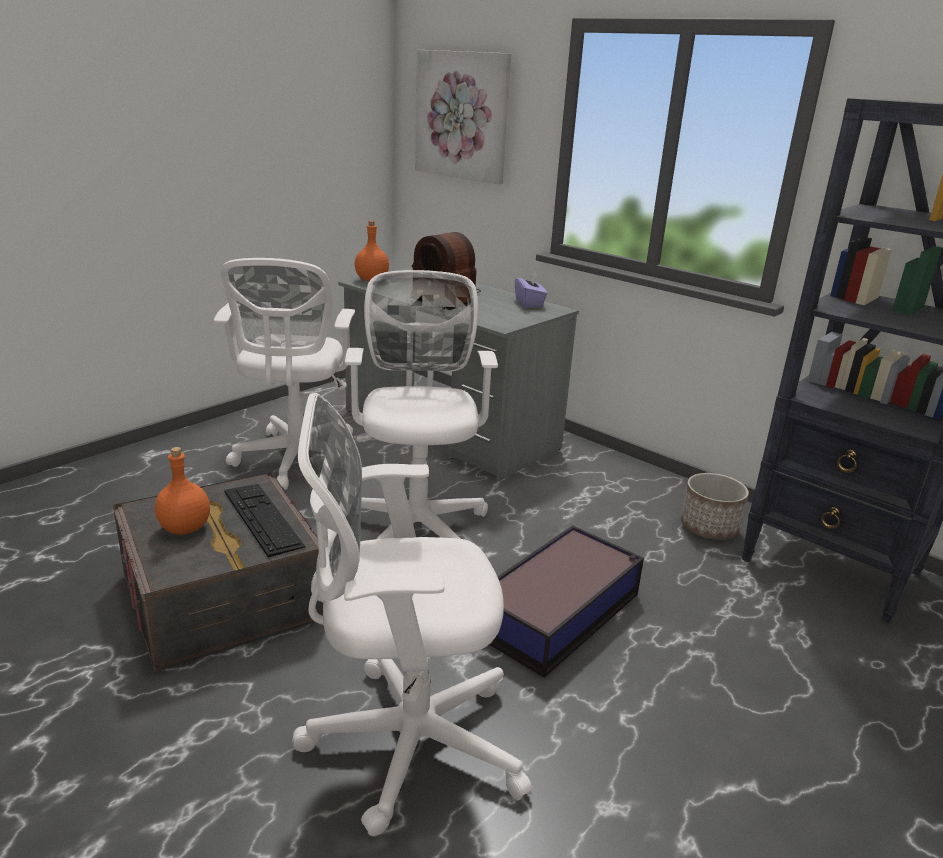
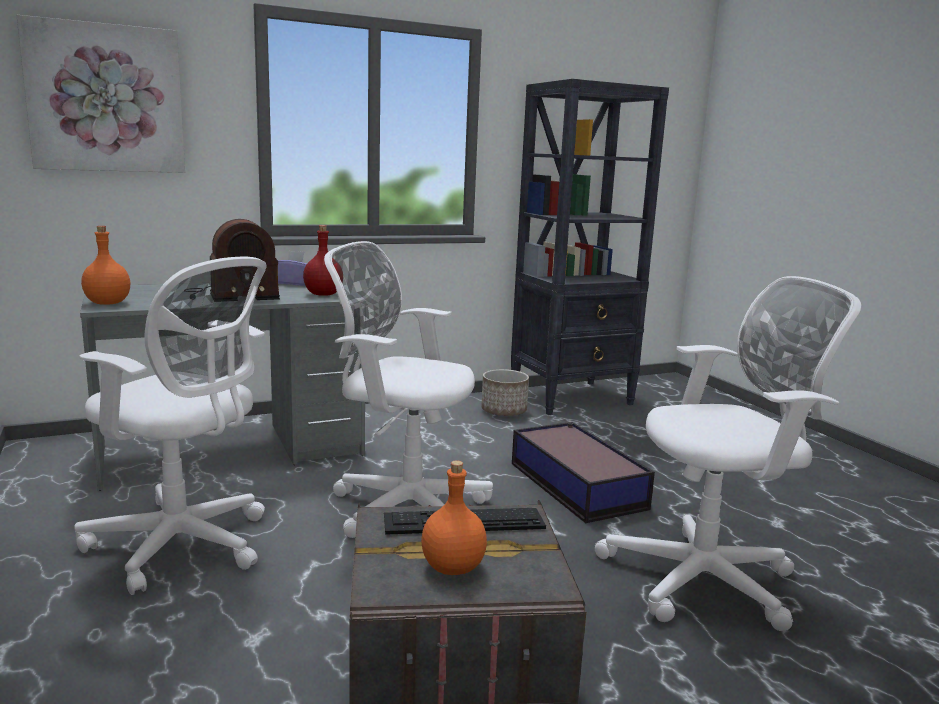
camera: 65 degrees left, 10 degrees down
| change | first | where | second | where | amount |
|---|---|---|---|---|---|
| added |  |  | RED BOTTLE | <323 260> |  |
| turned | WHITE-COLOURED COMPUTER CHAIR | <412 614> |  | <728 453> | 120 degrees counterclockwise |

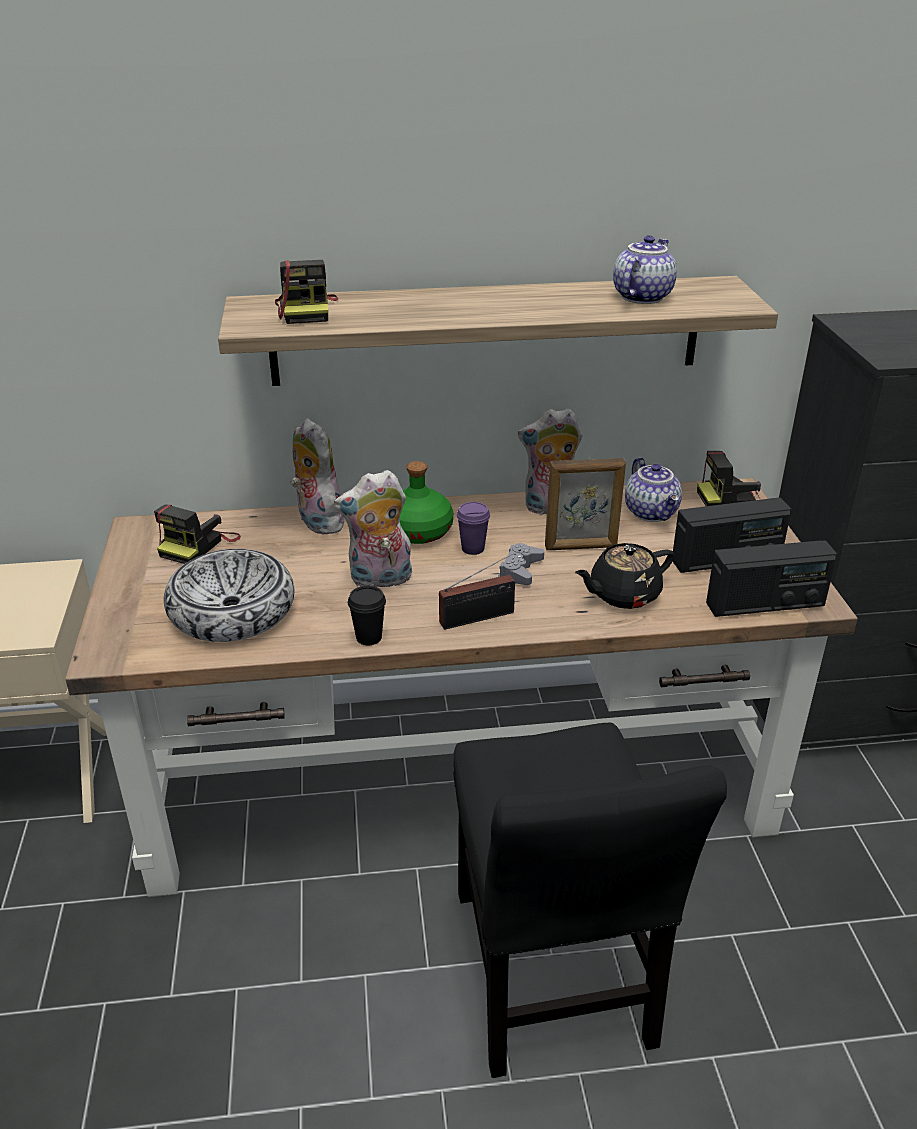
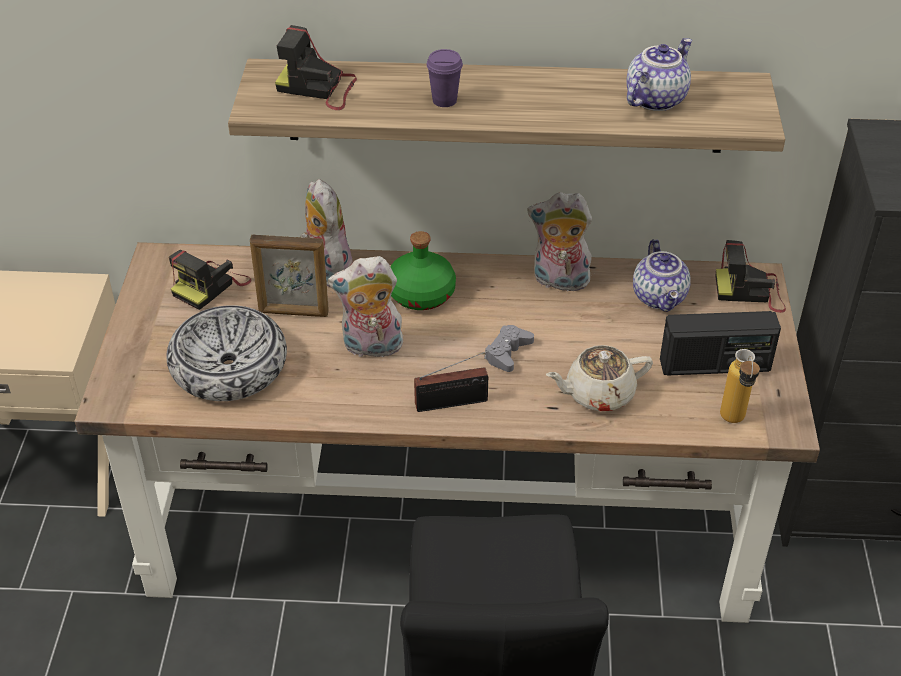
camera: 10 degrees right, 10 degrees up
| change | first | where | second | where | amount |
|---|---|---|---|---|---|
| removed | BLACK-COLOURED SMALL CUP | <367 615> |  |  |  |
| moved | PURPLISH SMALL CUP | <473 528> |  | <445 78> |  |
| moved | STANDING FRAME | <585 504> |  | <289 275> |  |
| replaced | RADIO | <771 578> | BOTTLE | <740 386> |  |
| recoloured | BLACK-COLOURED POT FOR TEA | <624 576> | SAND-COLOURED POT FOR TEA | <599 378> |  |
| turned | PHOTO CAMERA | <306 292> |  | <316 67> | 105 degrees clockwise |

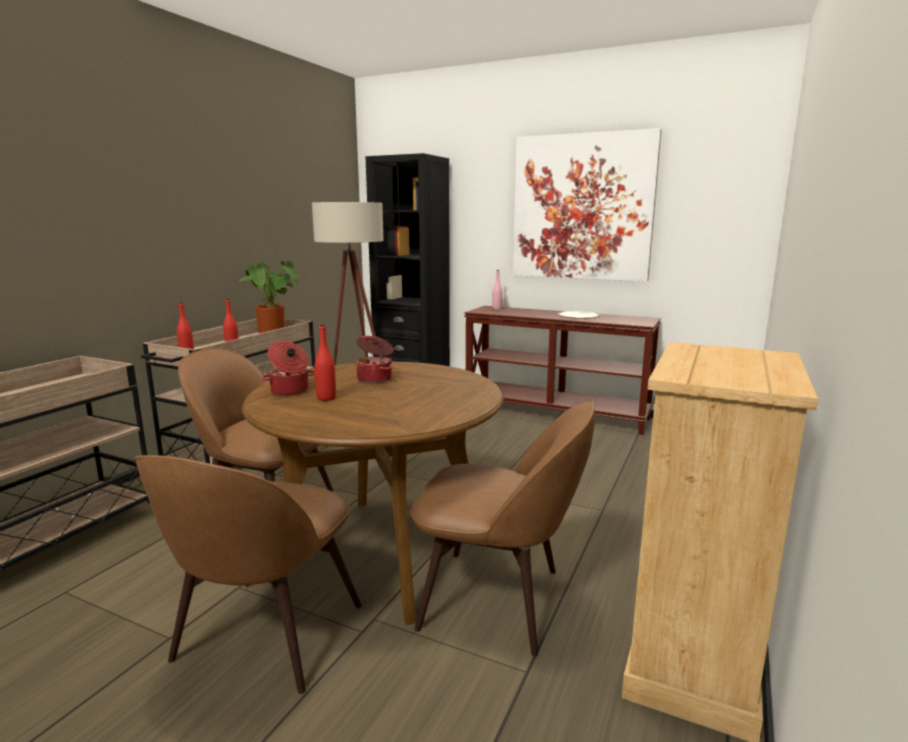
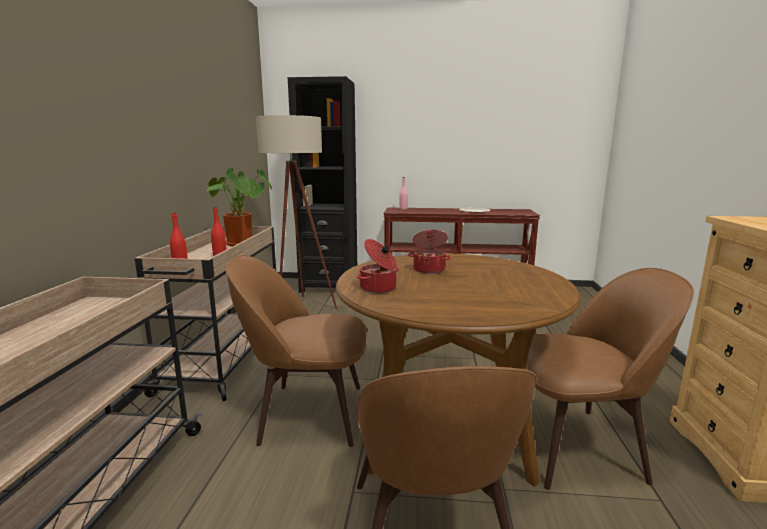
camera: 20 degrees left, 0 degrees up
| change | first | where | second | where | amount |
|---|---|---|---|---|---|
| removed | RED BOTTLE | <325 362> |  |  |  |
| removed | PICTURE | <587 205> |  |  |  |

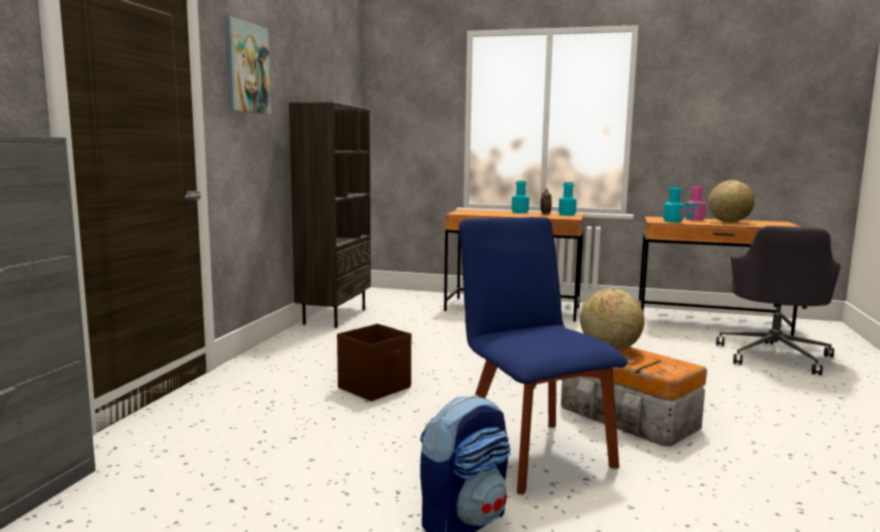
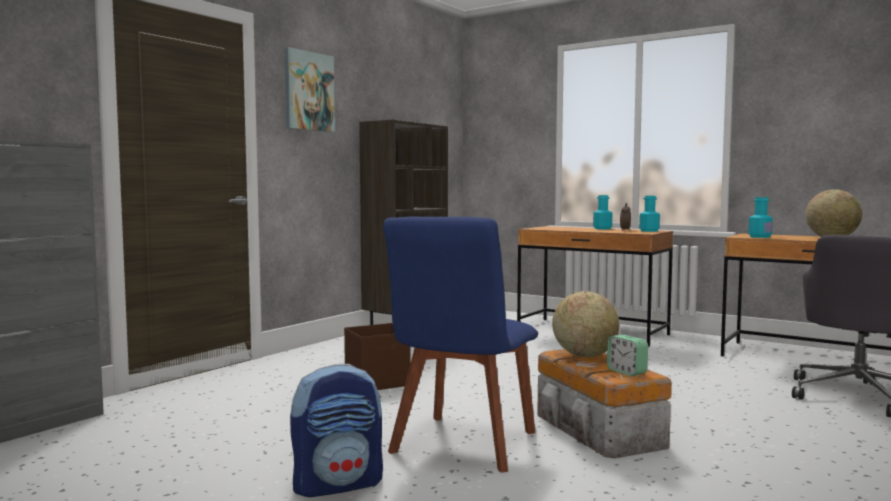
camera: 20 degrees right, 5 degrees down
| change | first | where | second | where | amount |
|---|---|---|---|---|---|
| removed | PINK-COLOURED BOTTLE | <695 203> |  |  |  |
| added |  |  | TABLE CLOCK | <627 355> |  |
| turned | BLUISH PLAIN CHAIR | <543 356> |  | <460 345> | 150 degrees counterclockwise |

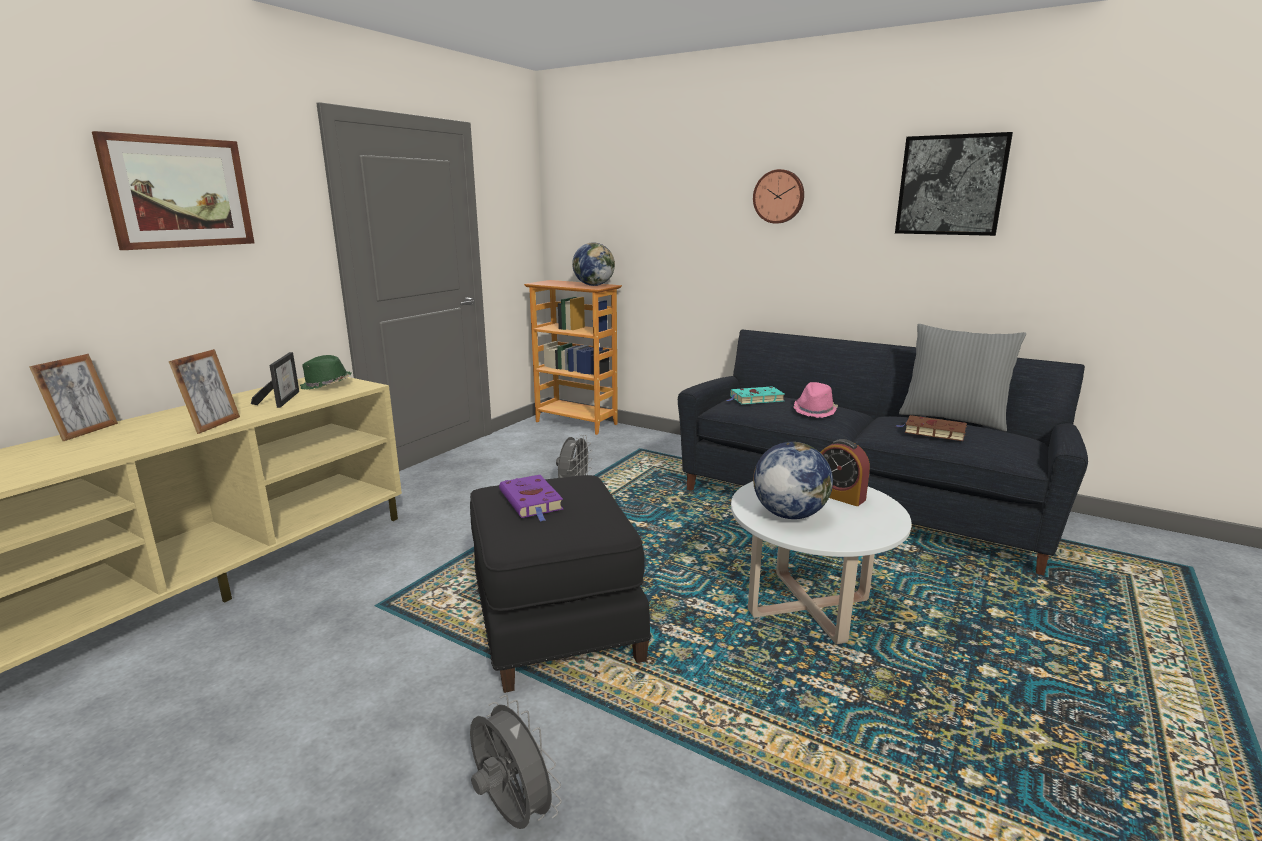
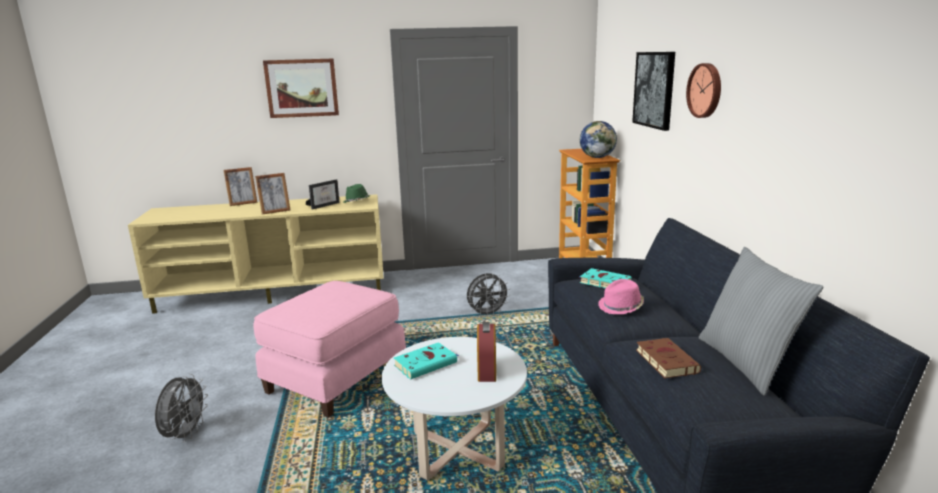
camera: 50 degrees right, 0 degrees up
| change | first | where | second | where | amount |
|---|---|---|---|---|---|
| removed | PURPLISH BOUND BOOK | <531 498> |  |  |  |
| moved | PICTURE | <954 184> |  | <653 91> |  |
| replaced | DESK GLOBE | <793 480> | TURQUOISE BOUND BOOK | <426 360> |  |
| recoloured | BLACK-COLOURED POUFFE | <560 584> | PINK-COLOURED POUFFE | <329 349> |  |

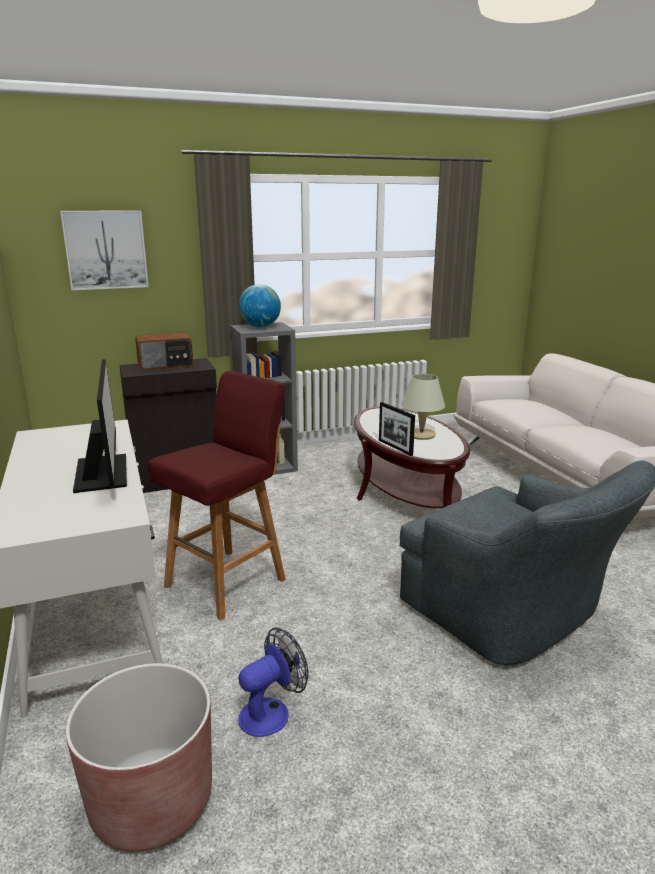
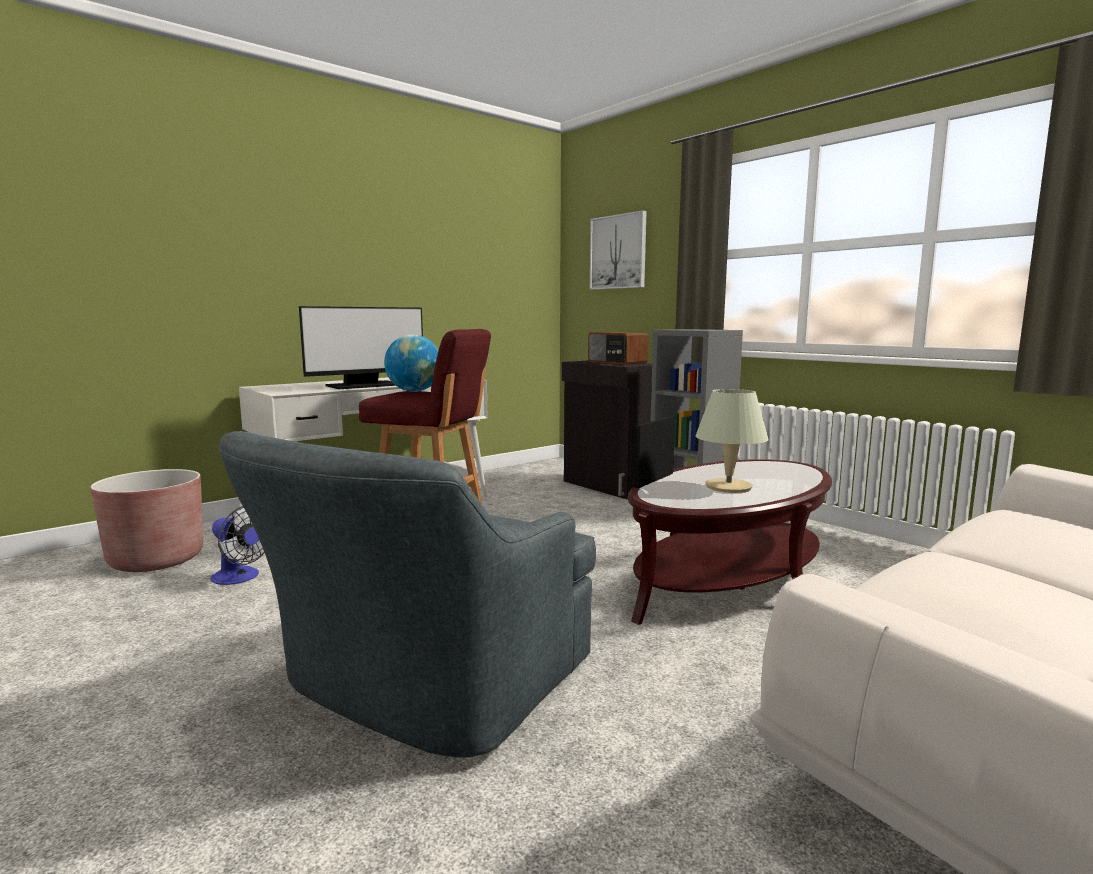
camera: 70 degrees right, 10 degrees down
| change | first | where | second | where | amount |
|---|---|---|---|---|---|
| moved | DESK GLOBE | <260 306> |  | <411 363> |  |

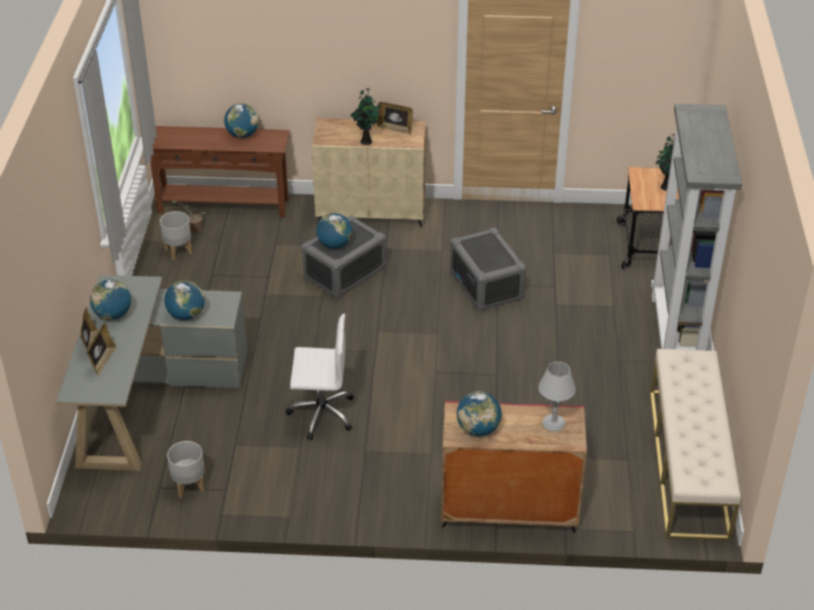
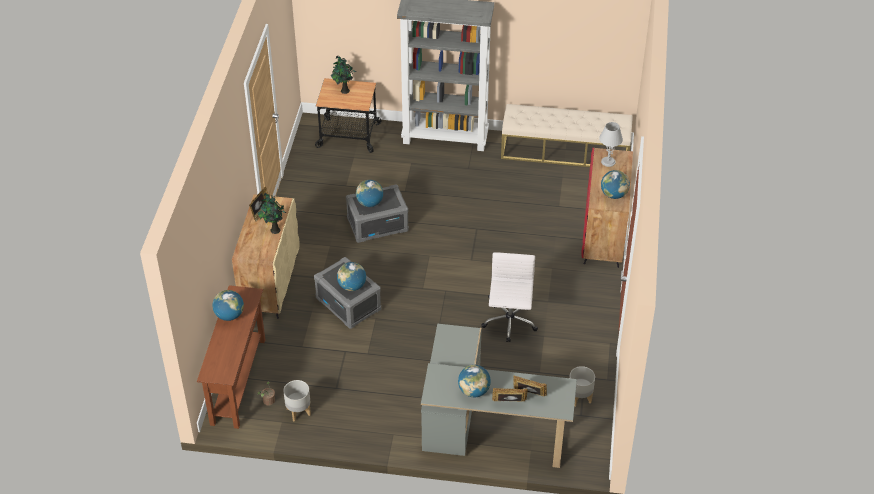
camera: 85 degrees left, 5 degrees up
| change | first | where | second | where | amount |
|---|---|---|---|---|---|
| moved | DESK GLOBE | <184 300> |  | <369 193> |  |

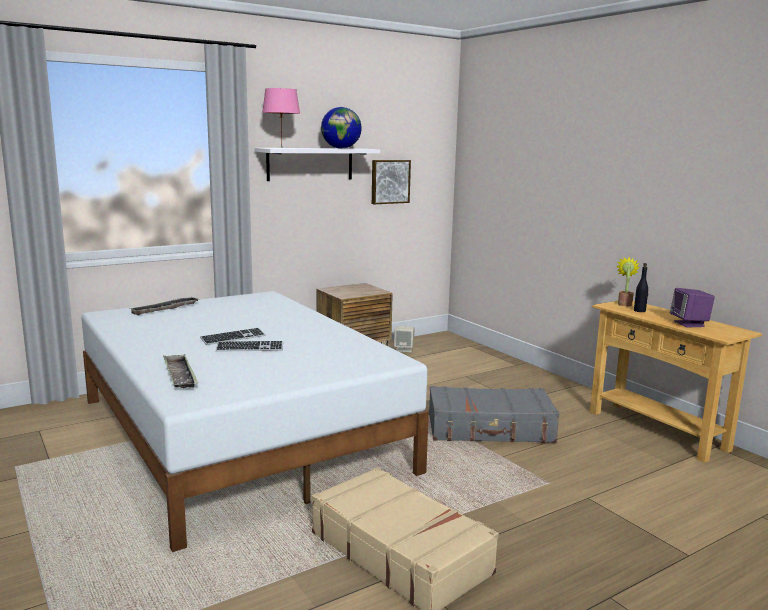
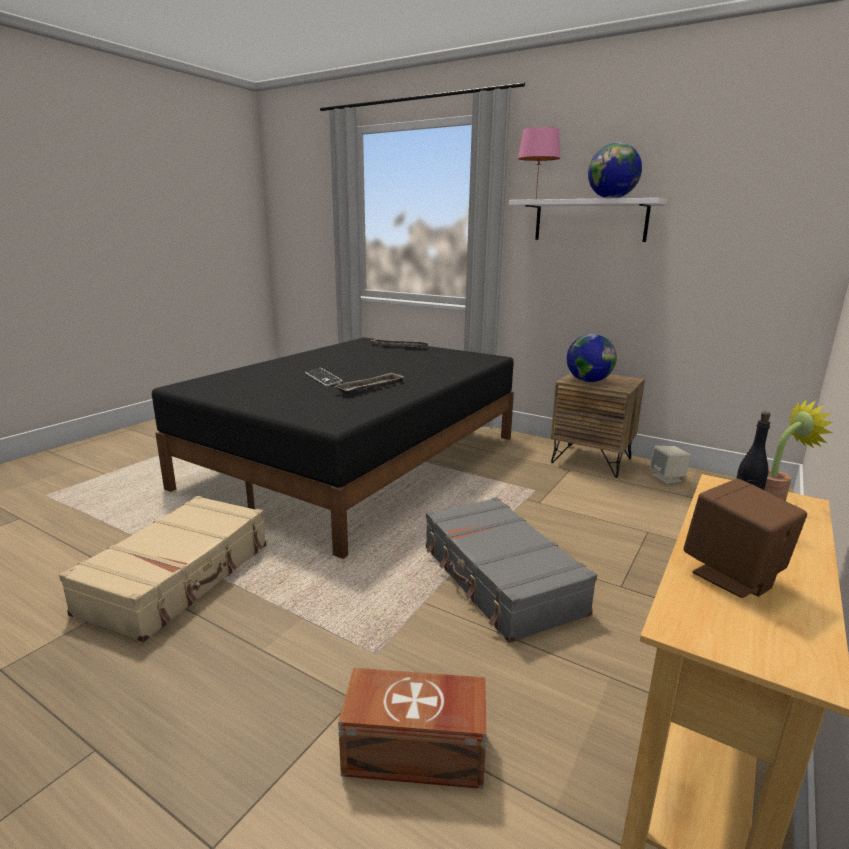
camera: 65 degrees right, 5 degrees up
| change | first | where | second | where | amount |
|---|---|---|---|---|---|
| removed | KEYBOARD | <233 336> |  |  |  |
| removed | PICTURE | <391 182> |  |  |  |
| added |  |  | BROWNISH STORAGE BIN | <412 728> |  |
| added |  |  | DESK GLOBE | <592 358> |  |
| moved | SERVING TRAY | <180 371> |  | <370 383> |  |
| recoloured | WHITE-COLOURED BEDROOM BED | <255 421> | BLACK-COLOURED BEDROOM BED | <333 448> |  |
| recoloured | PURPLISH LOUDSPEAKER | <692 308> | BROWNISH LOUDSPEAKER | <745 538> |  |

